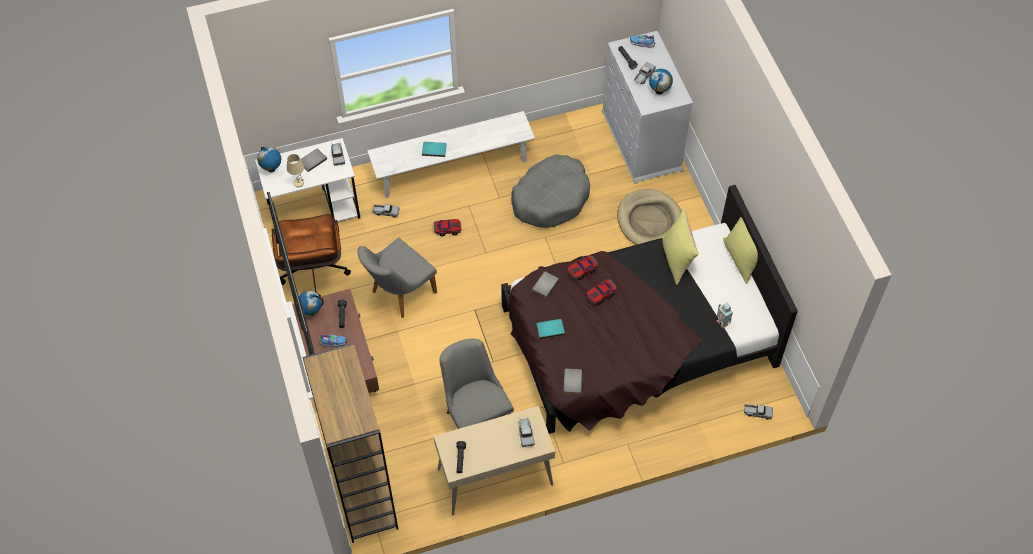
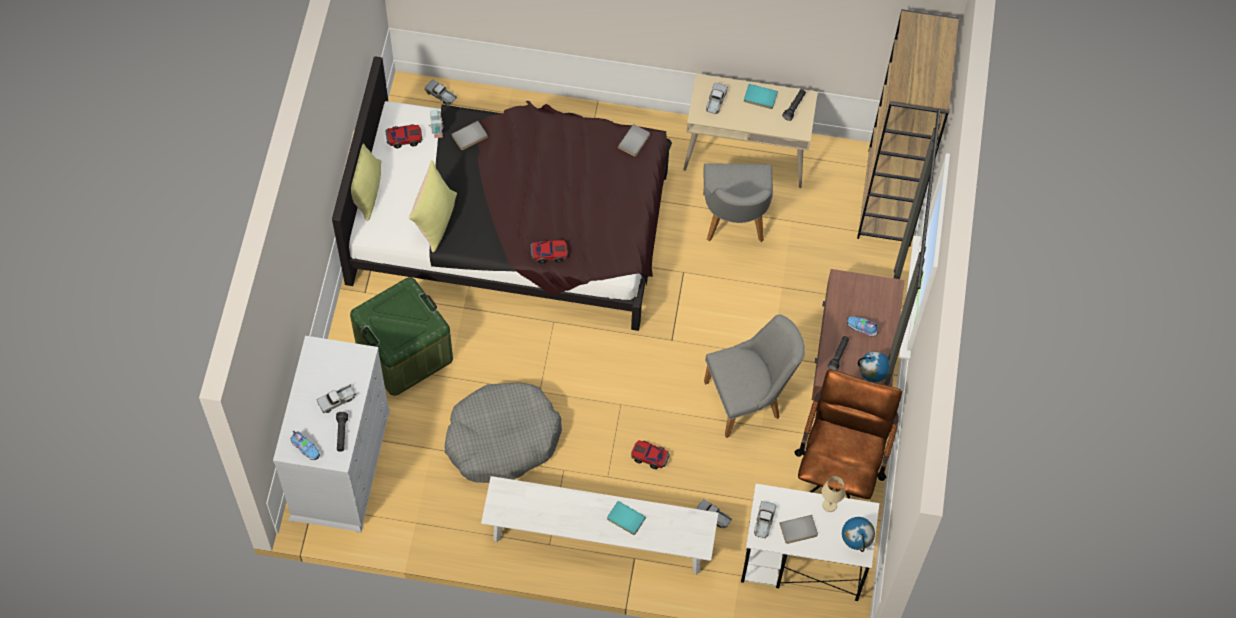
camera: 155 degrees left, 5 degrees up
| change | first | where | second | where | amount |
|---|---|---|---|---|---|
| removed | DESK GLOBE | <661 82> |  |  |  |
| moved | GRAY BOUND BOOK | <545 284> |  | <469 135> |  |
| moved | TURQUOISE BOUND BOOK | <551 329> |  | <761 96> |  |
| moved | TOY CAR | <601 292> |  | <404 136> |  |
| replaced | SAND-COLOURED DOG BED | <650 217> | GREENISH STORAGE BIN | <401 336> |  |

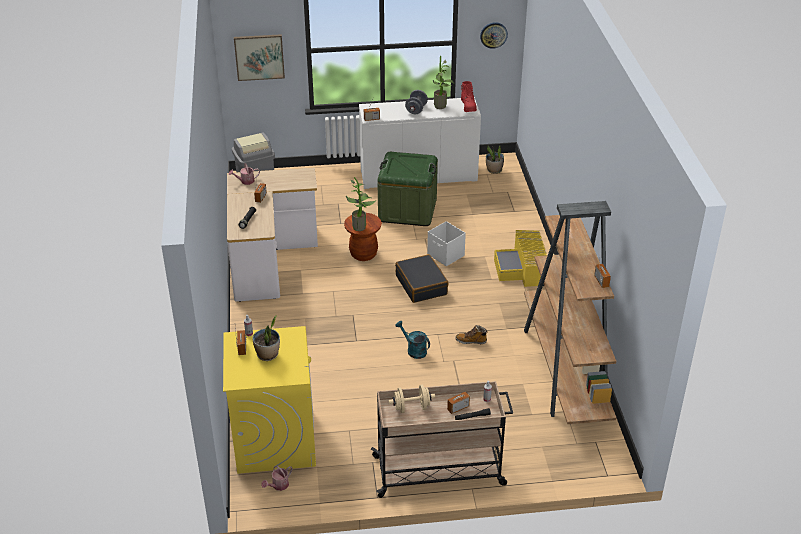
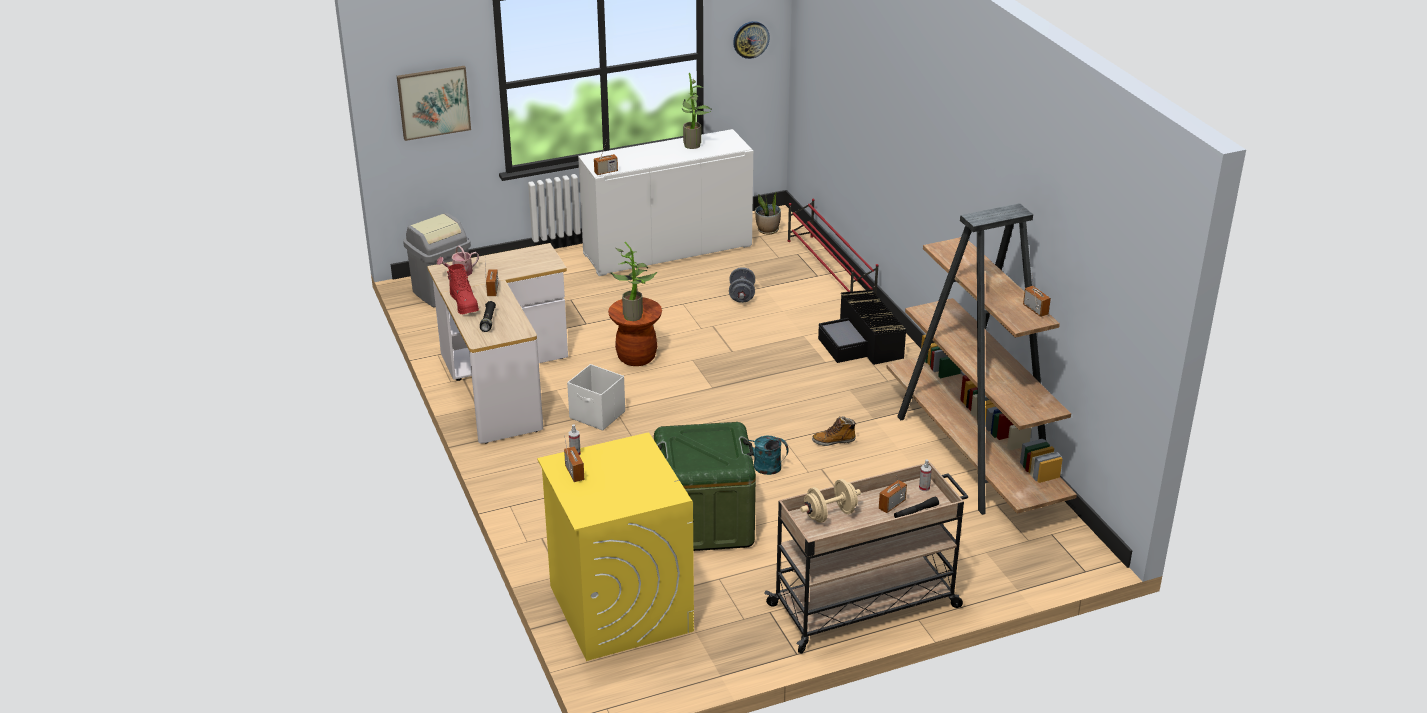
camera: 15 degrees left, 5 degrees down
| change | first | where | second | where | amount |
|---|---|---|---|---|---|
| removed | PLANT IN A POT | <266 338> |  |  |  |
| removed | WATERING CAN | <276 478> |  |  |  |
| removed | BLACK-COLOURED SUITCASE | <422 278> |  |  |  |
| added |  |  | RED SHOE STAND | <833 247> |  |
| moved | GREENISH STORAGE BIN | <407 189> |  | <705 486> |  |
| moved | GRAY FREE WEIGHT | <416 102> |  | <742 285> |  |
| moved | WHITE-COLOURED STORAGE BIN | <446 243> |  | <596 397> |  |
| moved | RED BOOT | <469 96> |  | <463 289> |  |
| recoloured | YELLOWISH STORAGE BIN | <520 258> | BLACK-COLOURED STORAGE BIN | <862 327> |  |

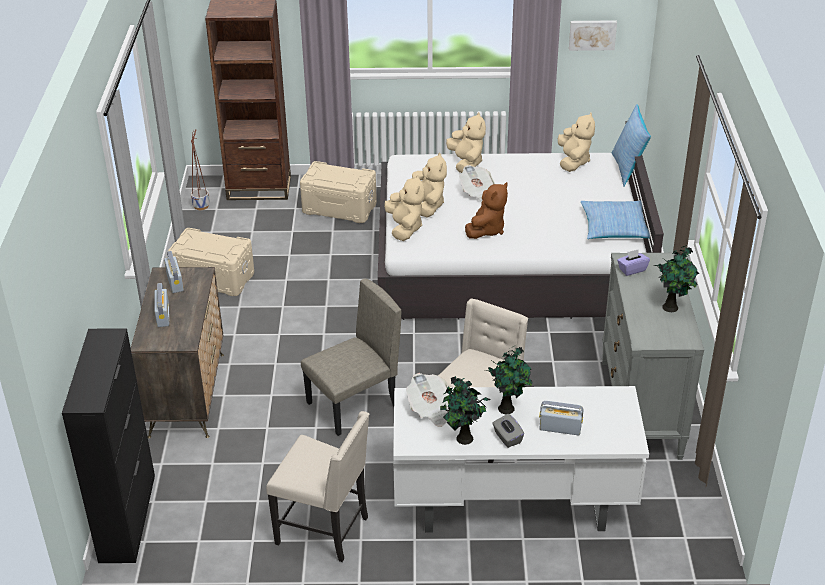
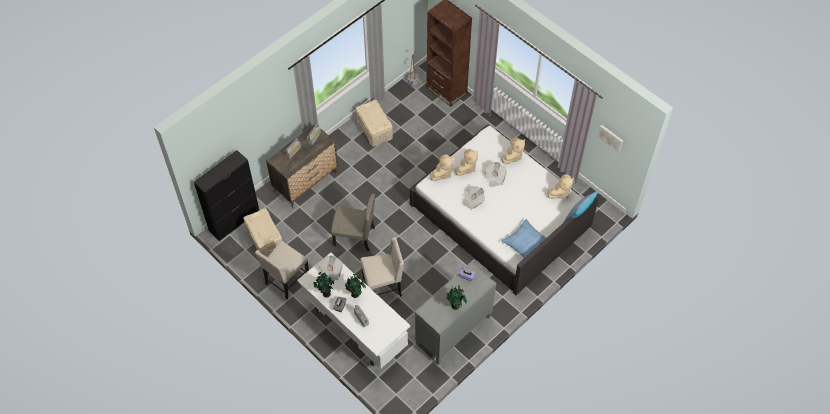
camera: 45 degrees right, 20 degrees up
| change | first | where | second | where | amount |
|---|---|---|---|---|---|
| moved | SAND-COLOURED STORAGE BIN | <338 192> |  | <263 232> |  |
| replaced | BROWNISH PLUSH TOY | <486 210> | NEWSPAPER | <473 198> |  |
| turned | SAND-COLOURED PLAIN CHAIR | <317 486> |  | <282 270> | 60 degrees clockwise |

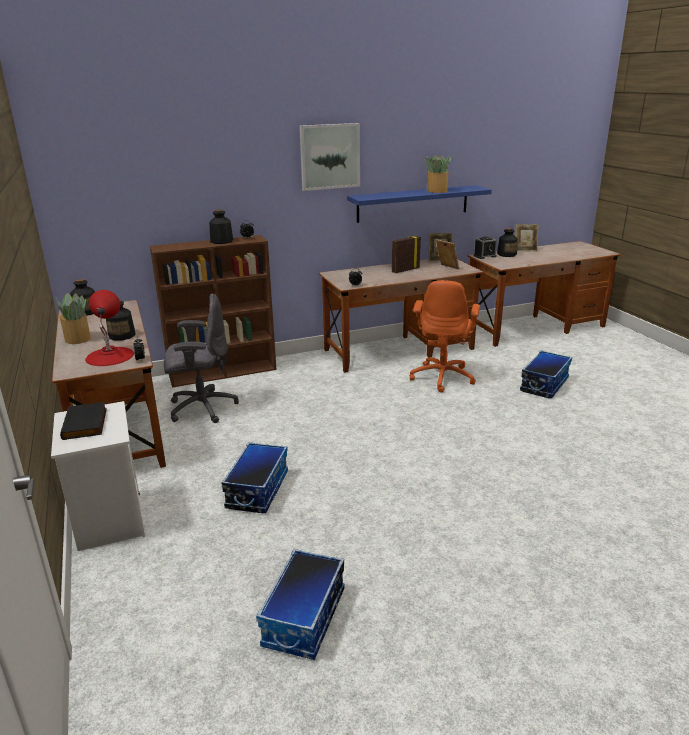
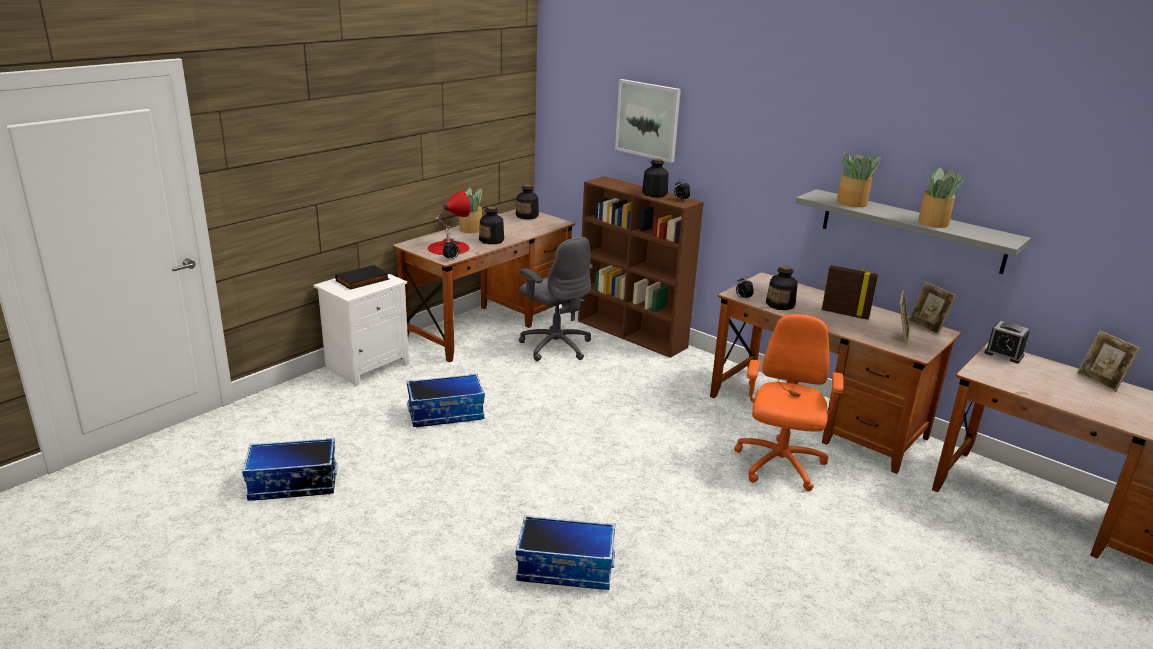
camera: 60 degrees right, 0 degrees up
| change | first | where | second | where | amount |
|---|---|---|---|---|---|
| added |  |  | PLANT IN A POT | <859 179> |  |
| moved | PICTURE | <330 157> |  | <648 121> |  |
| moved | BOTTLE | <507 242> |  | <782 288> |  |
| moved | STORAGE BIN | <546 375> |  | <565 552> |  |
| recoloured | BLUISH SHELF | <419 204> | GRAY SHELF | <913 231> |  |
| turned | ORANGE-COLOURED COMPUTER CHAIR | <445 336> |  | <789 402> | 120 degrees clockwise |

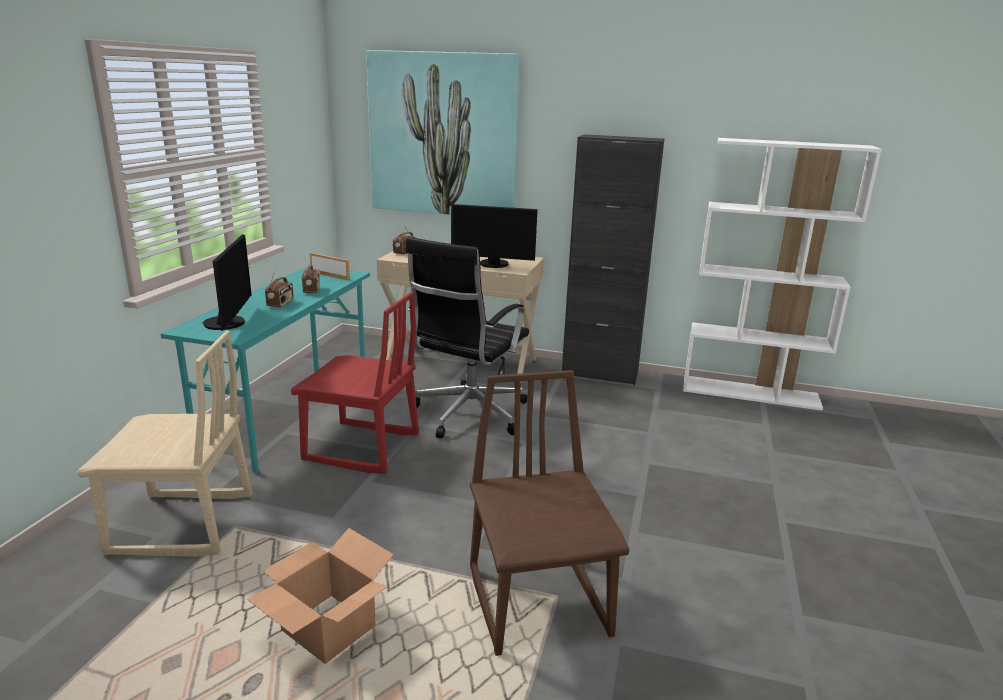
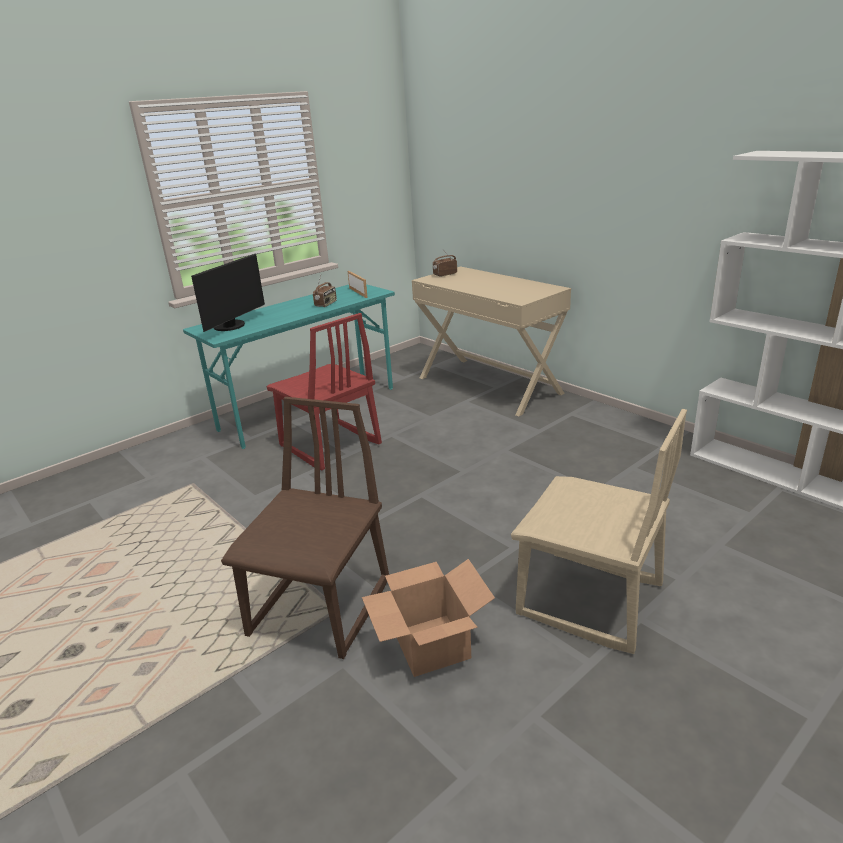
camera: 35 degrees right, 5 degrees up
| change | first | where | second | where | amount |
|---|---|---|---|---|---|
| removed | RADIO | <279 288> |  |  |  |
| removed | PICTURE | <443 132> |  |  |  |
| removed | BLACK-COLOURED COMPUTER CHAIR | <467 337> |  |  |  |
| removed | MONITOR | <494 236> |  |  |  |
| removed | BLACK-COLOURED CABINET | <613 259> |  |  |  |
| moved | SAND-COLOURED PLAIN CHAIR | <165 443> |  | <599 531> |  |
| moved | PACKING BOX | <320 596> |  | <428 618> |  |

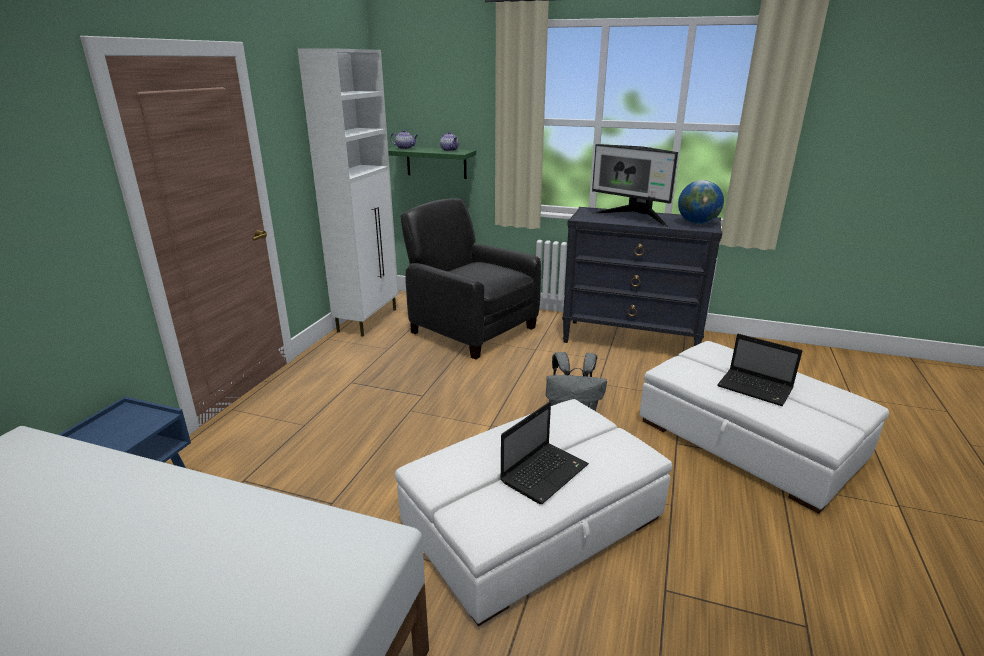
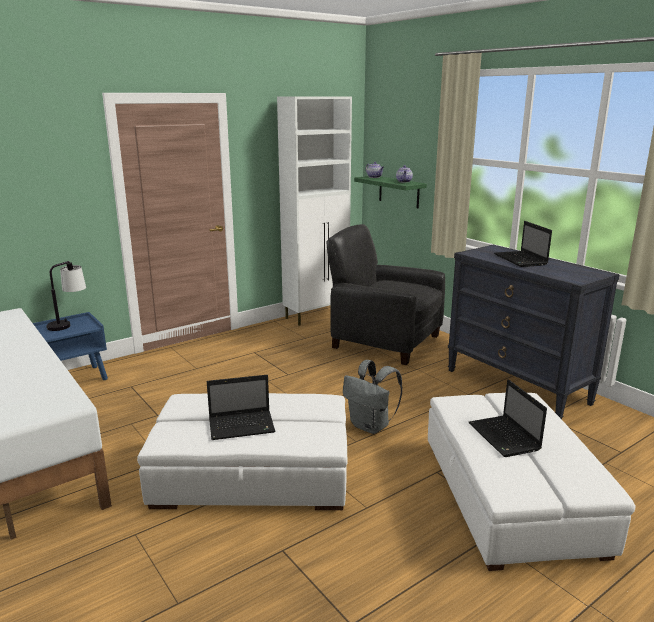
camera: 35 degrees right, 5 degrees down
| change | first | where | second | where | amount |
|---|---|---|---|---|---|
| removed | DESK GLOBE | <701 202> |  |  |  |
| added |  |  | LAMP FOR A TABLE | <66 296> |  |
| replaced | MONITOR | <635 186> | LAPTOP | <523 244> |  |
| turned | BLACK-COLOURED EASY CHAIR | <471 279> |  | <385 294> | 45 degrees counterclockwise |

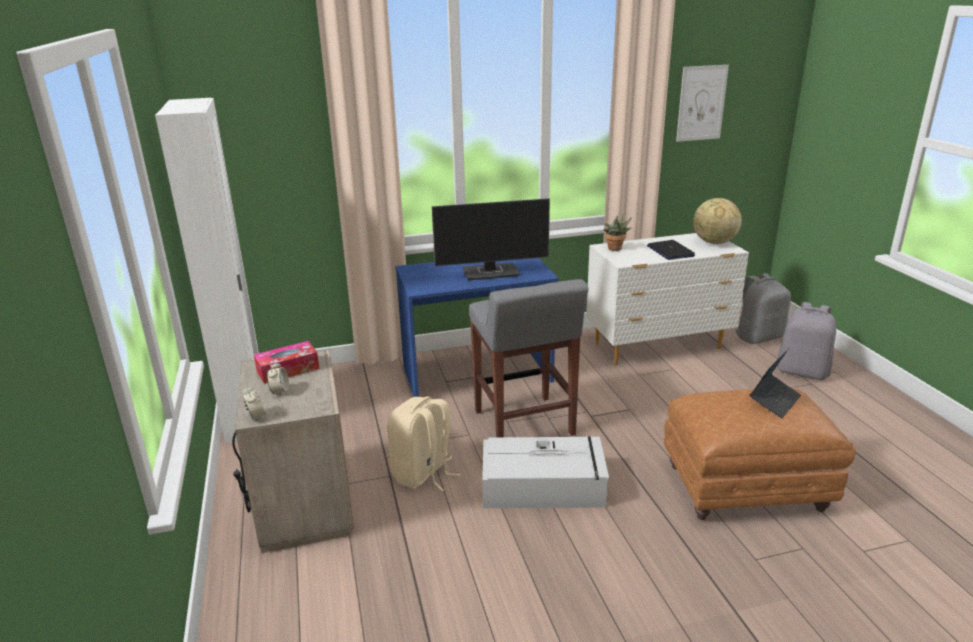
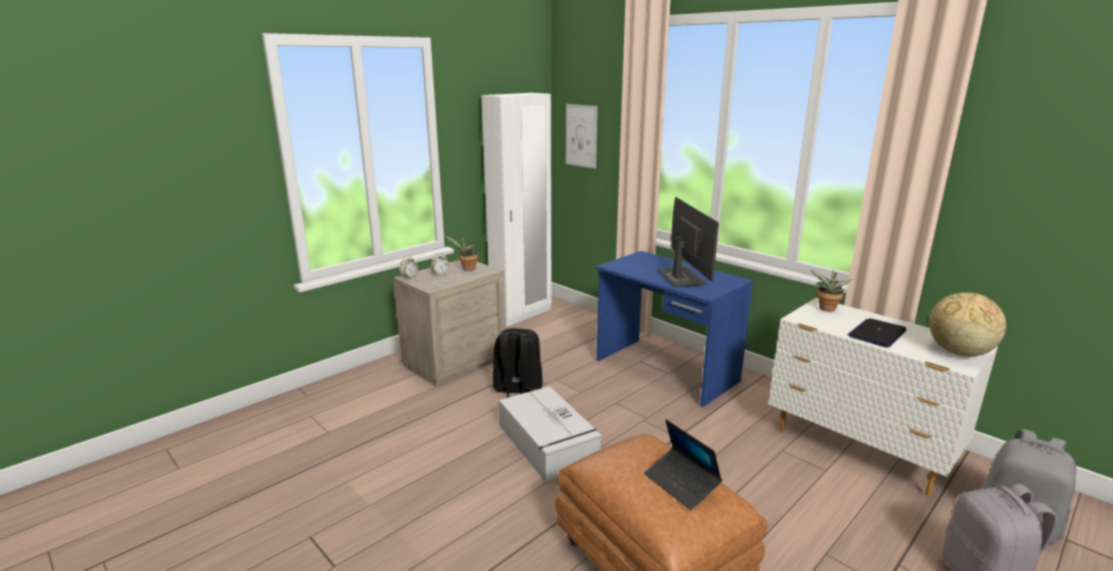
camera: 60 degrees right, 5 degrees down
| change | first | where | second | where | amount |
|---|---|---|---|---|---|
| removed | GRAY STOOL SEAT | <528 358> |  |  |  |
| moved | PICTURE | <702 103> |  | <581 136> |  |
| replaced | TISSUE BOX | <286 362> | PLANT IN A POT | <461 253> |  |
| recoloured | SAND-COLOURED BACKPACK | <424 443> | BLACK-COLOURED BACKPACK | <517 363> |  |
| turned | MONITOR | <491 239> |  | <688 242> | 150 degrees counterclockwise |
| turned | LAPTOP | <775 383> |  | <683 464> | 45 degrees clockwise |

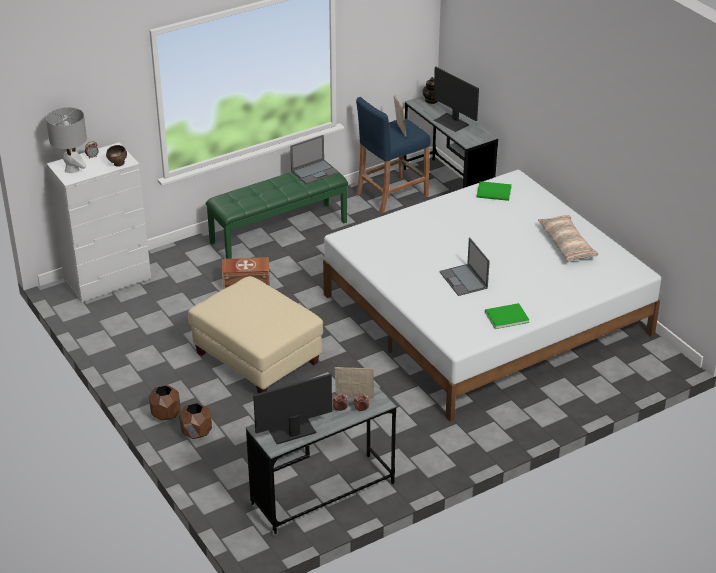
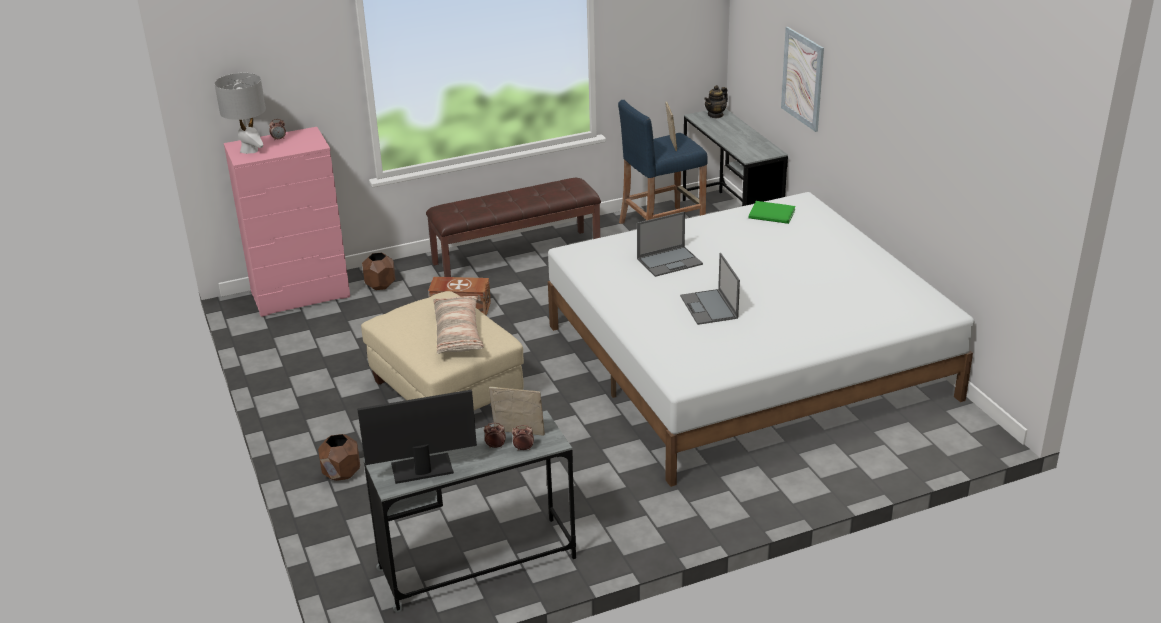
camera: 10 degrees right, 5 degrees down
| change | first | where | second | where | amount |
|---|---|---|---|---|---|
| removed | BROWNISH DEEP DISH | <116 156> |  |  |  |
| removed | MONITOR | <456 99> |  |  |  |
| removed | GREENISH BOUND BOOK | <507 316> |  |  |  |
| added |  |  | PICTURE | <802 79> |  |
| moved | BROWNISH FLOWER POT | <165 403> |  | <379 271> |  |
| moved | LAPTOP | <314 159> |  | <670 244> |  |
| moved | PILLOW | <568 238> |  | <458 325> |  |
| recoloured | WHITE-COLOURED CHEST OF DRAWERS | <99 222> | PINK-COLOURED CHEST OF DRAWERS | <287 222> |  |
| recoloured | GREENISH LONG SEAT | <277 212> | BROWNISH LONG SEAT | <513 227> |  |

